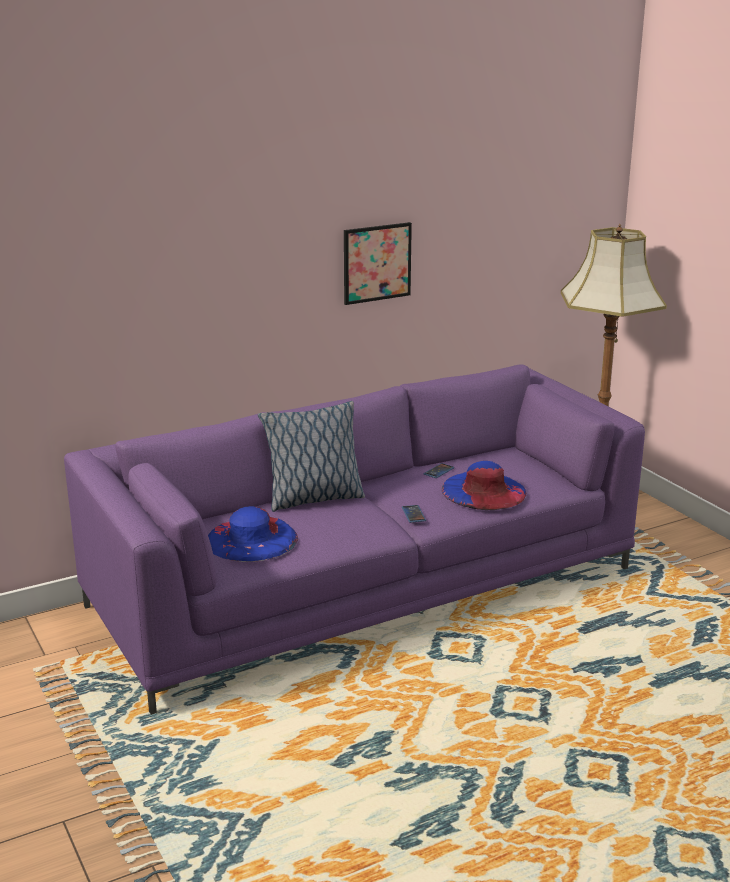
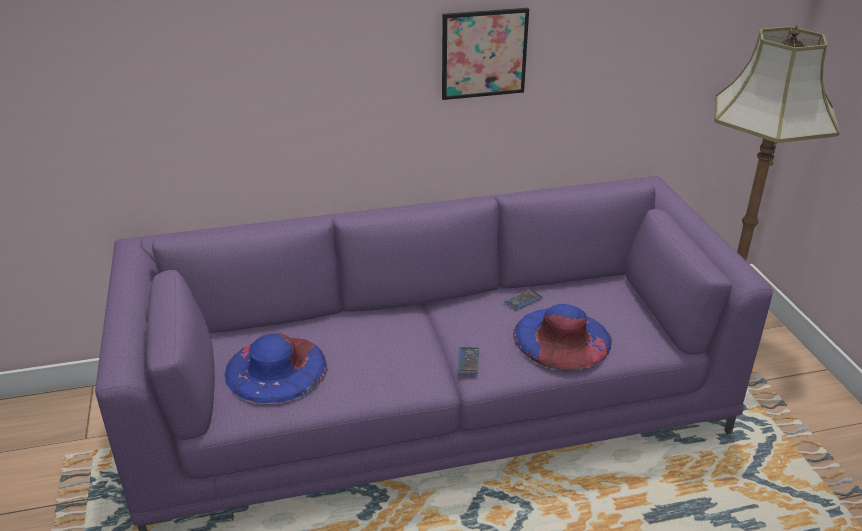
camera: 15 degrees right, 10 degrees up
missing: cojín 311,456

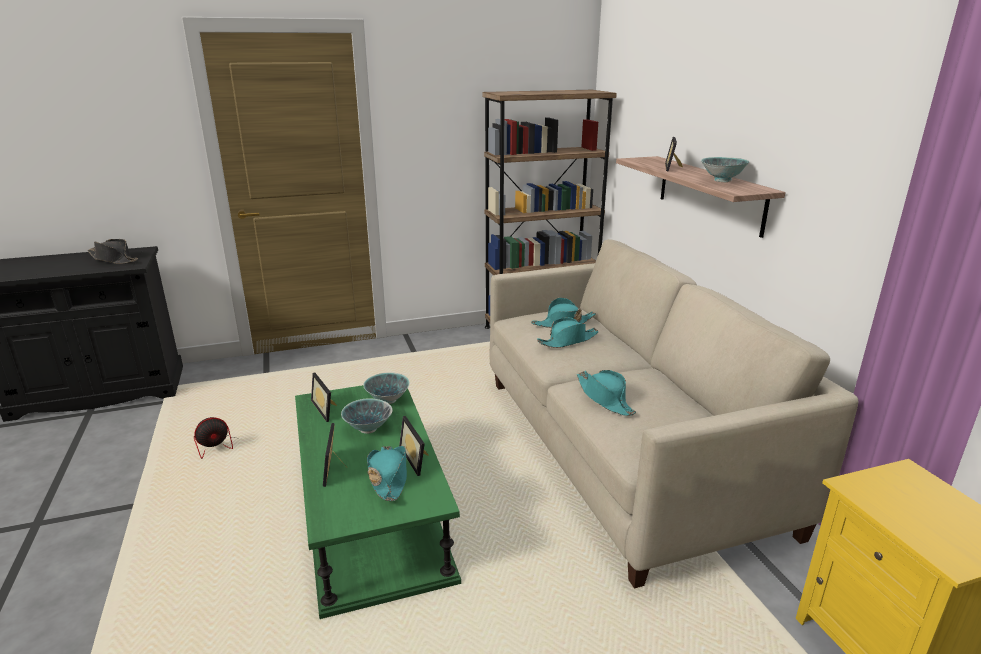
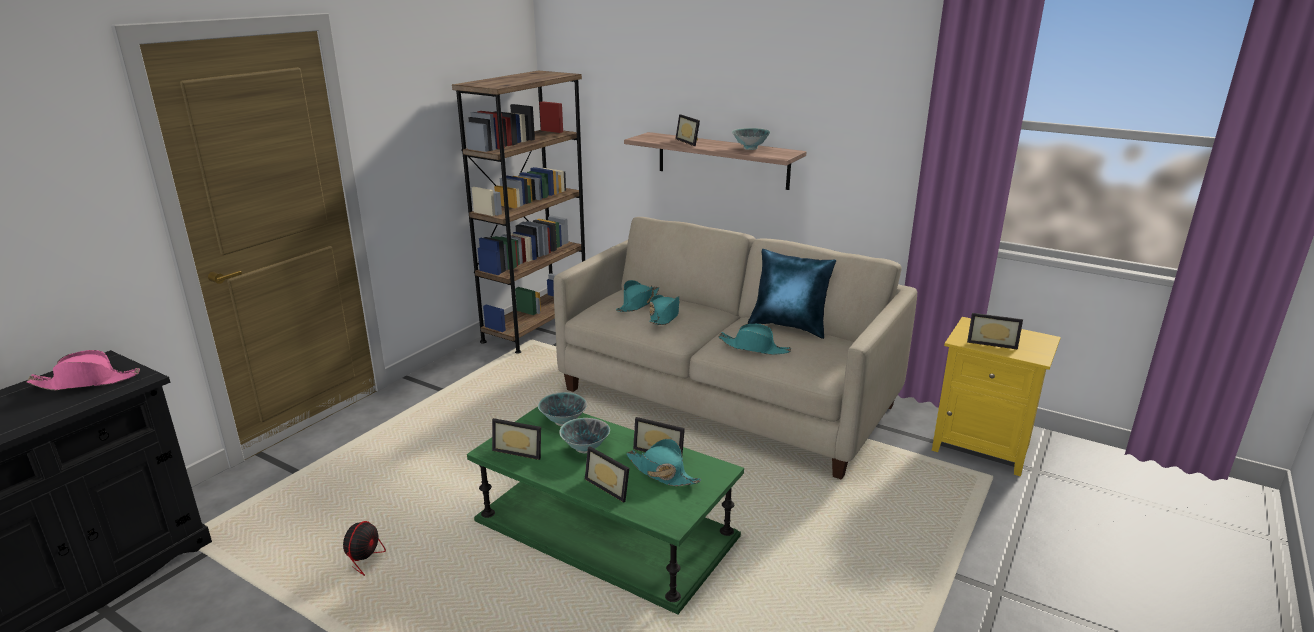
camera: 40 degrees left, 0 degrees up
appeared: cojín [azul] 792,294; portarretratos 995,331
colour: sombrero [negro] 112,251 to sombrero [rosa] 83,370

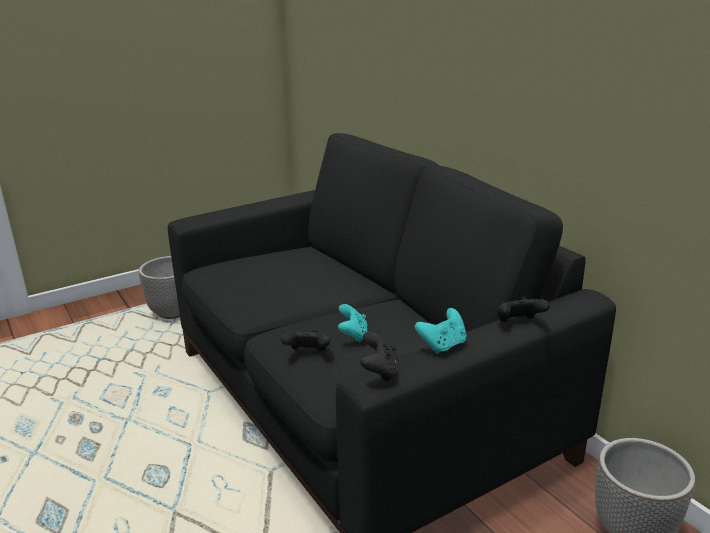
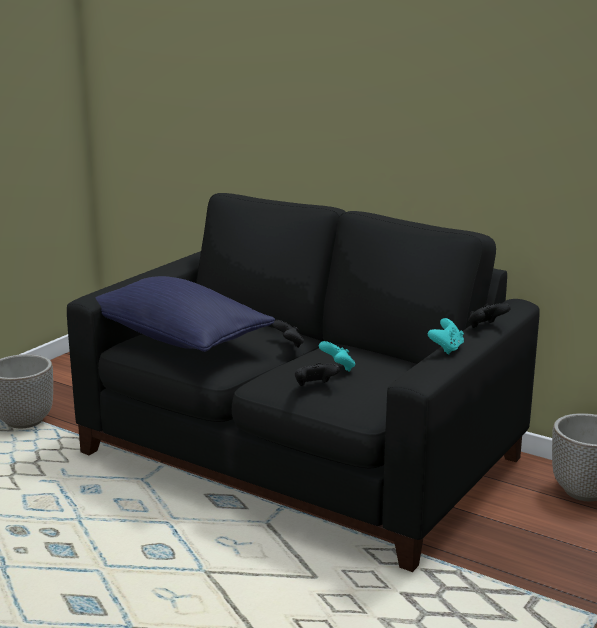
camera: 25 degrees left, 5 degrees down
appeared: cojín [azul] 185,314
relocated: mando de consola [negro] 379,357 to 288,334

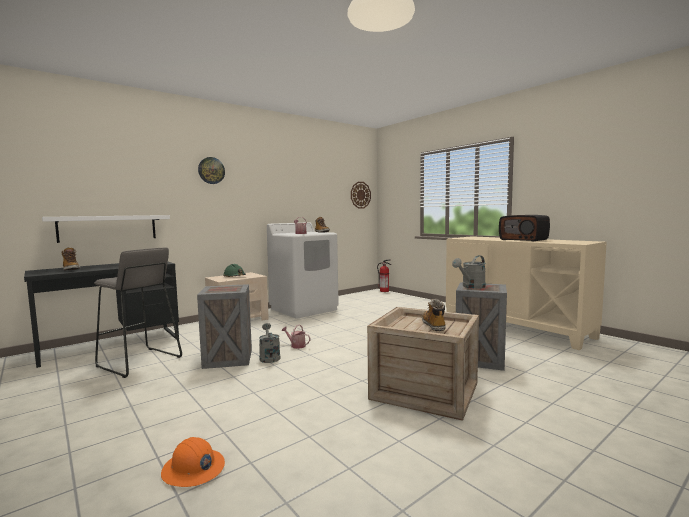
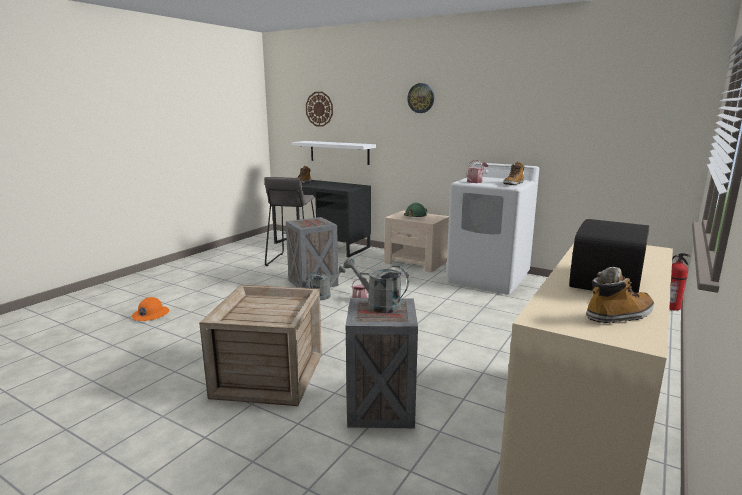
camera: 70 degrees right, 10 degrees up
relocated: reloj de pared 361,195 to 319,109; bota 434,315 to 620,295

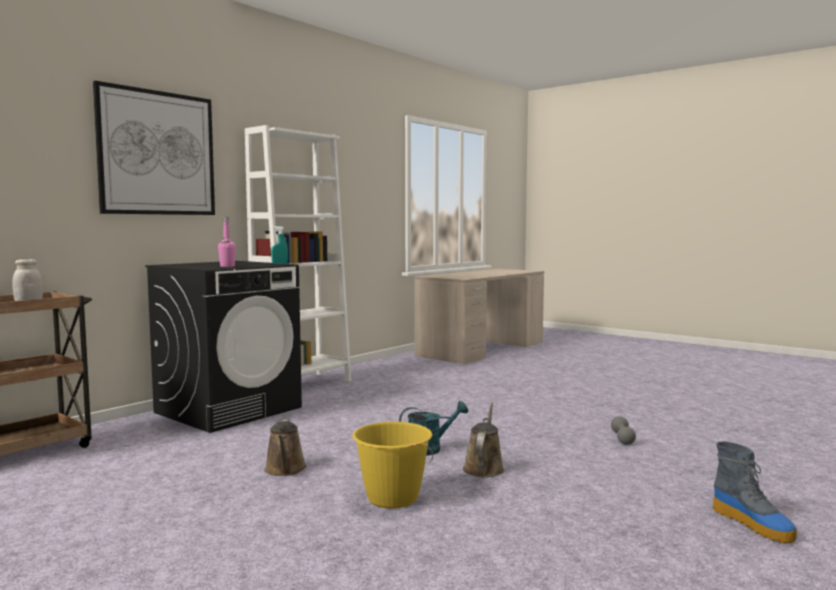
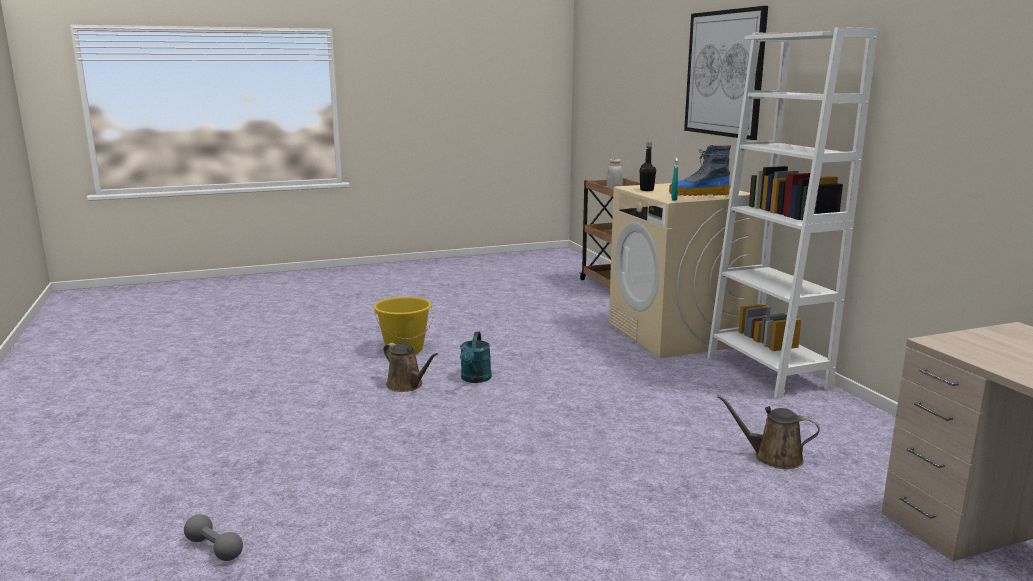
camera: 120 degrees right, 10 degrees up
relocated: regadera [marrón] 285,447 to 768,432; mancuerna [gris] 623,430 to 213,537; bota 755,492 to 700,170
colour: lavadora [negro] 223,347 to lavadora [beis] 685,270; botella [rosa] 227,242 to botella [negro] 648,166

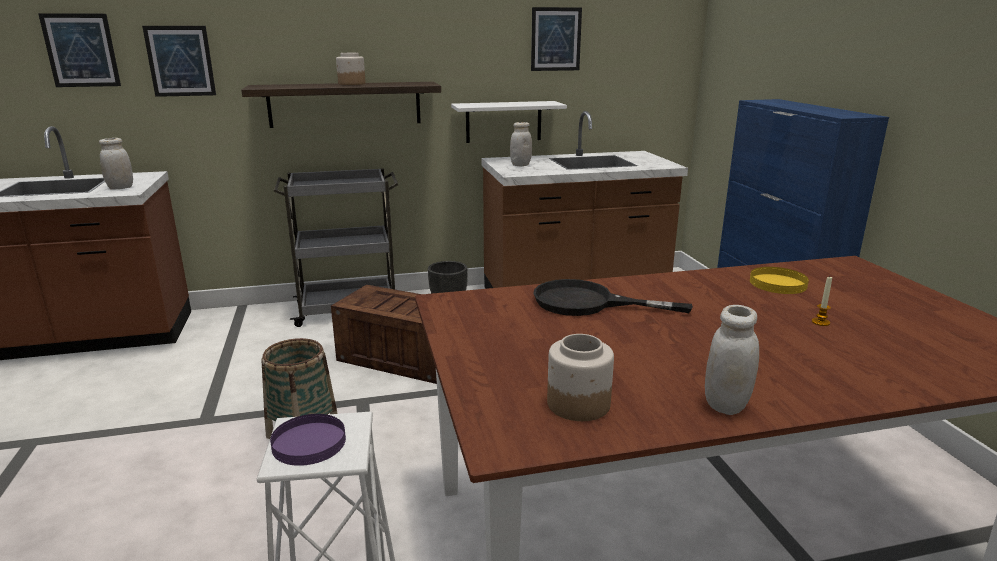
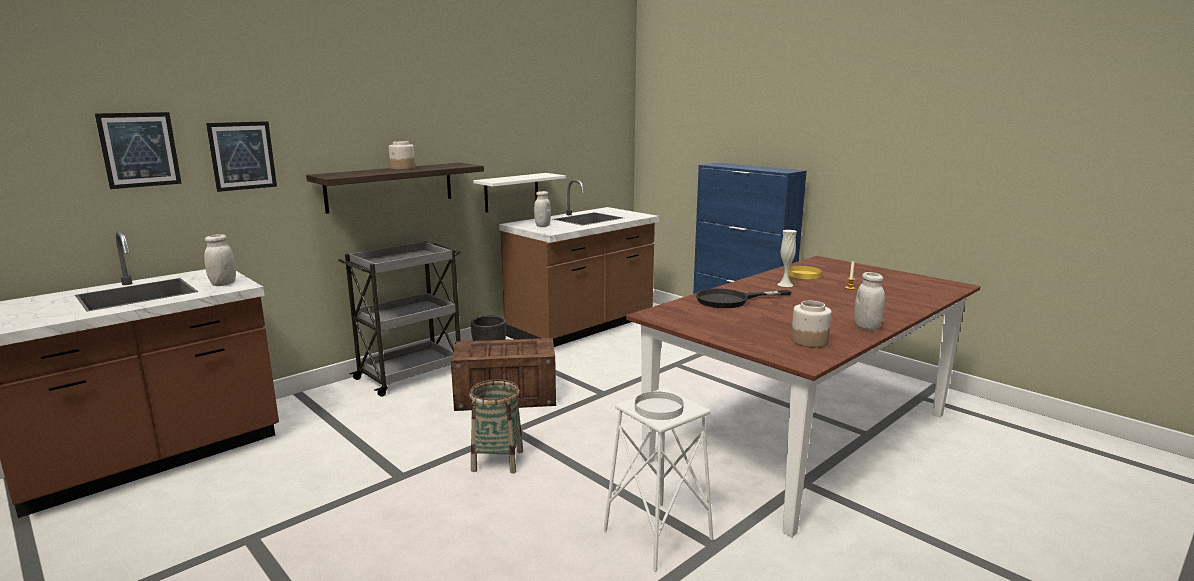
camera: 30 degrees left, 5 degrees down
missing: cuadro 556,39
appeared: florero [blanco] 787,258
colour: plato [morado] 308,440 to plato [blanco] 659,406

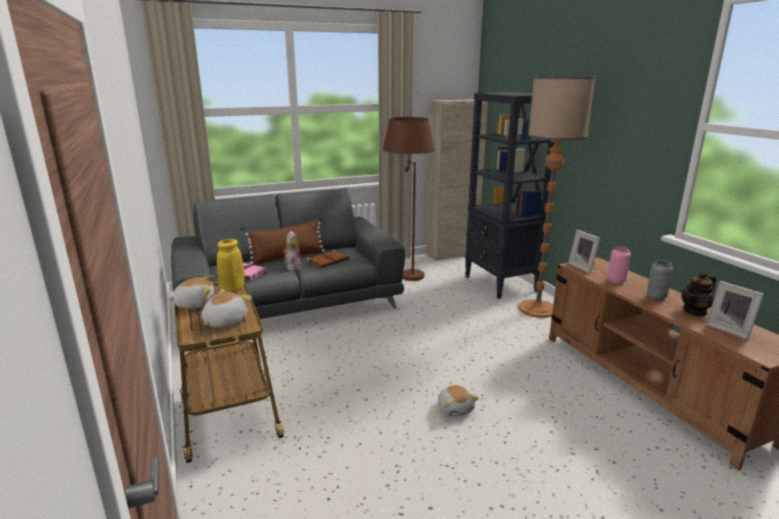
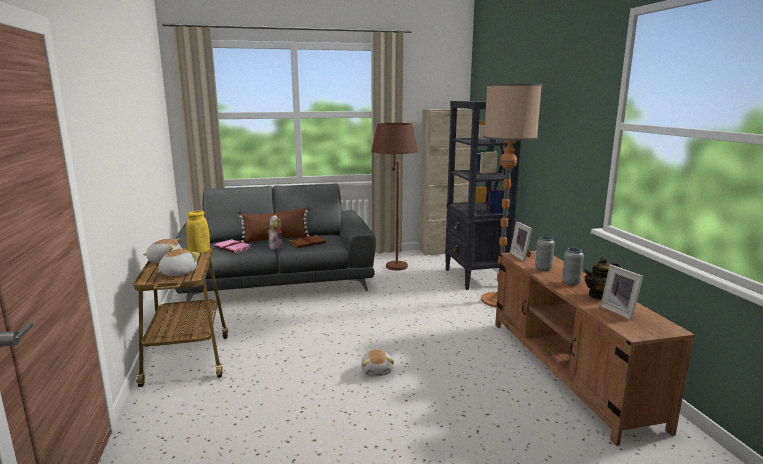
camera: 10 degrees right, 5 degrees down
colour: florero [rosa] 619,265 to florero [gris] 545,253

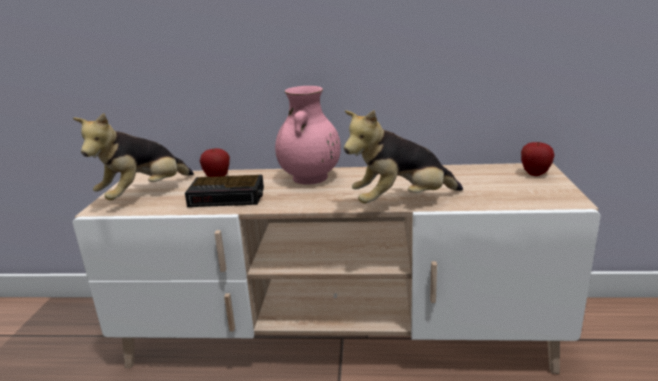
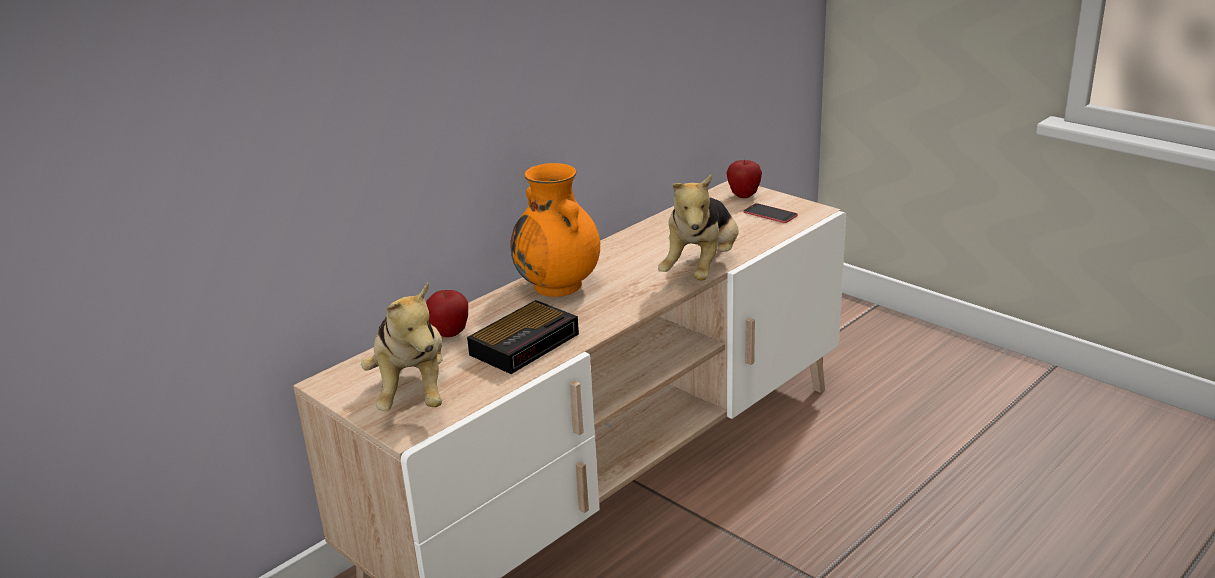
camera: 50 degrees left, 5 degrees up
appeared: móvil 770,213
colour: florero [rosa] 308,135 to florero [naranja] 555,230

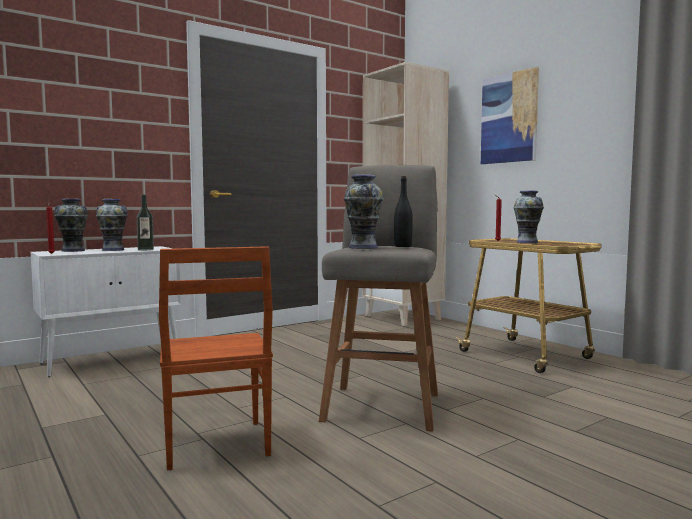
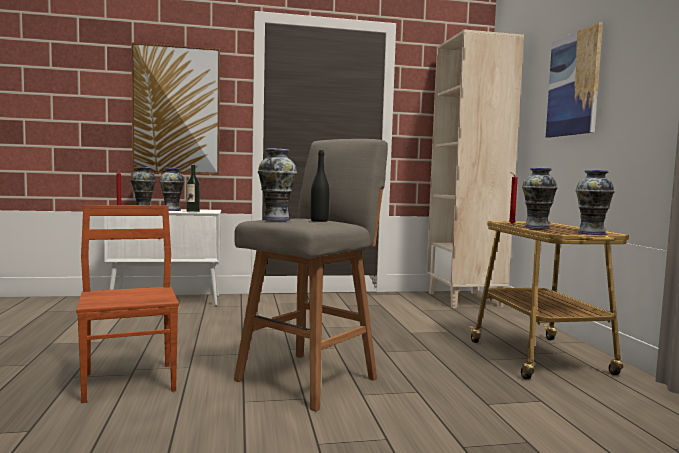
camera: 25 degrees right, 0 degrees up
appeared: cuadro 175,108; florero 595,202
spun: silla [marrón] 216,358 = 127,304 150 degrees clockwise

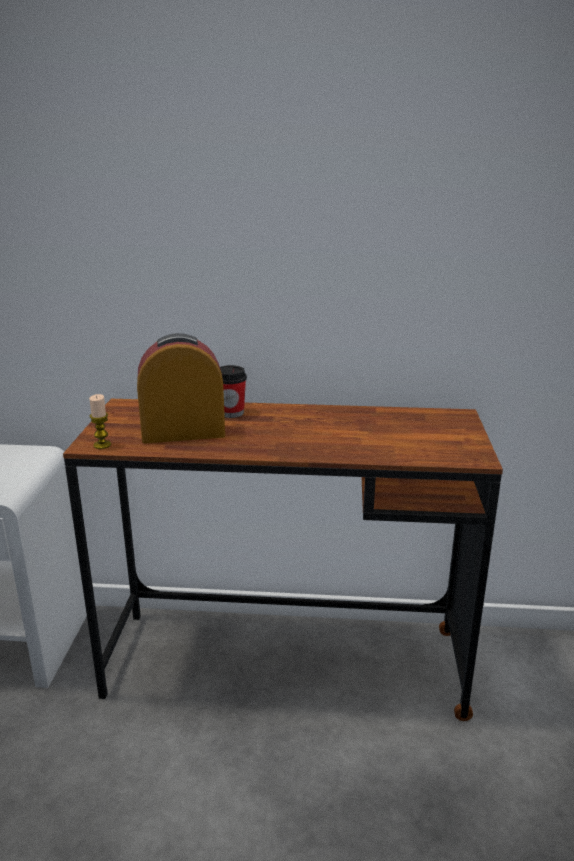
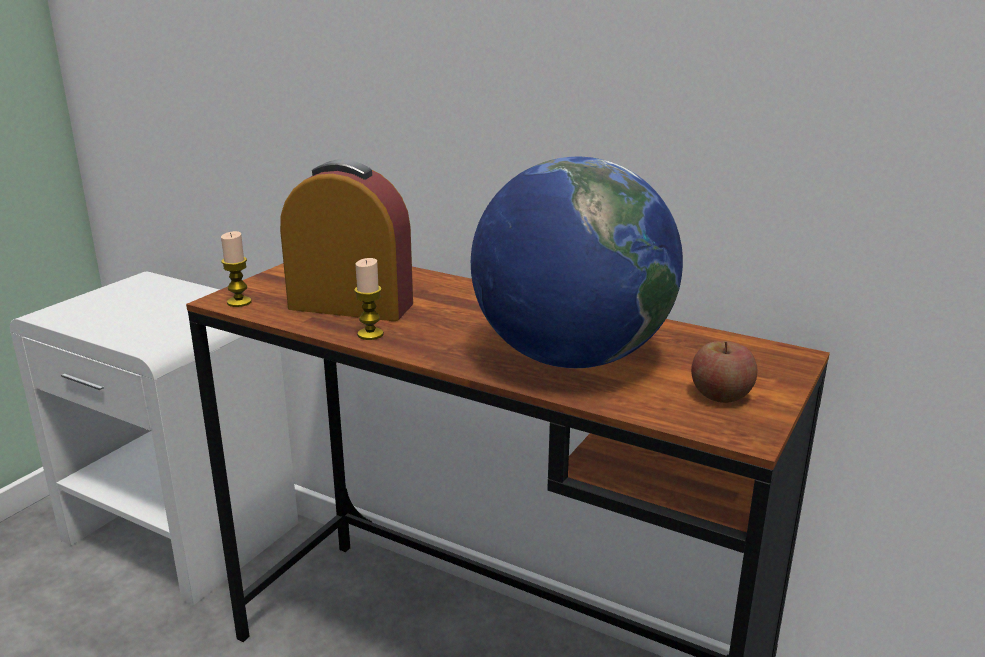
camera: 25 degrees right, 0 degrees up
missing: taza 233,391
appeared: vela 369,299; globo terráqueo 577,262; manzana 724,372

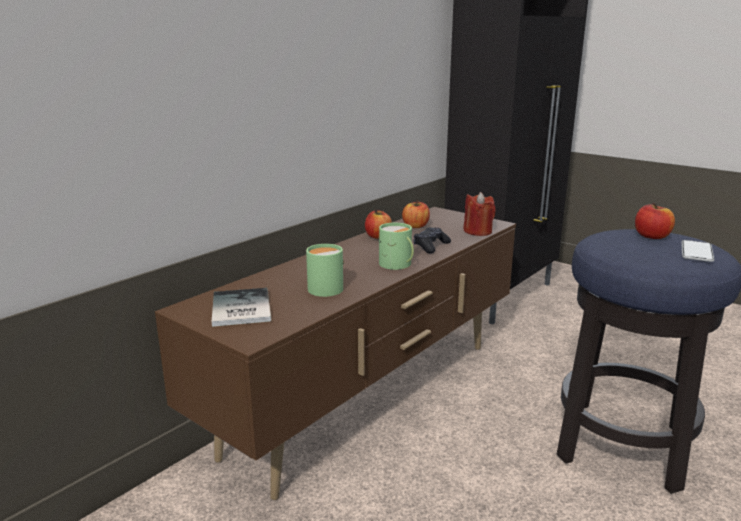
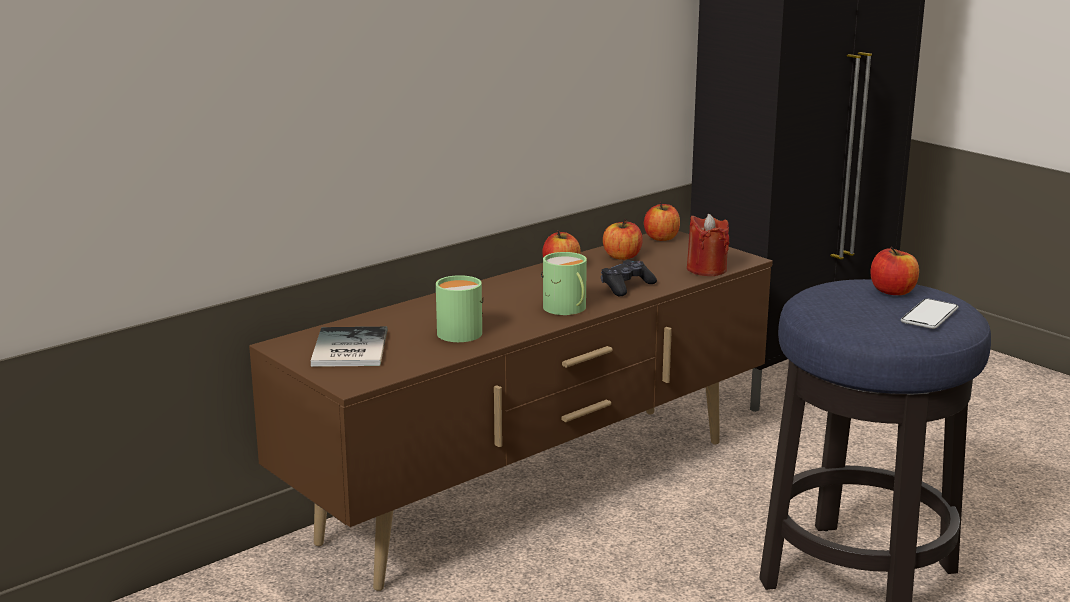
camera: 10 degrees right, 0 degrees up
appeared: manzana 662,221

